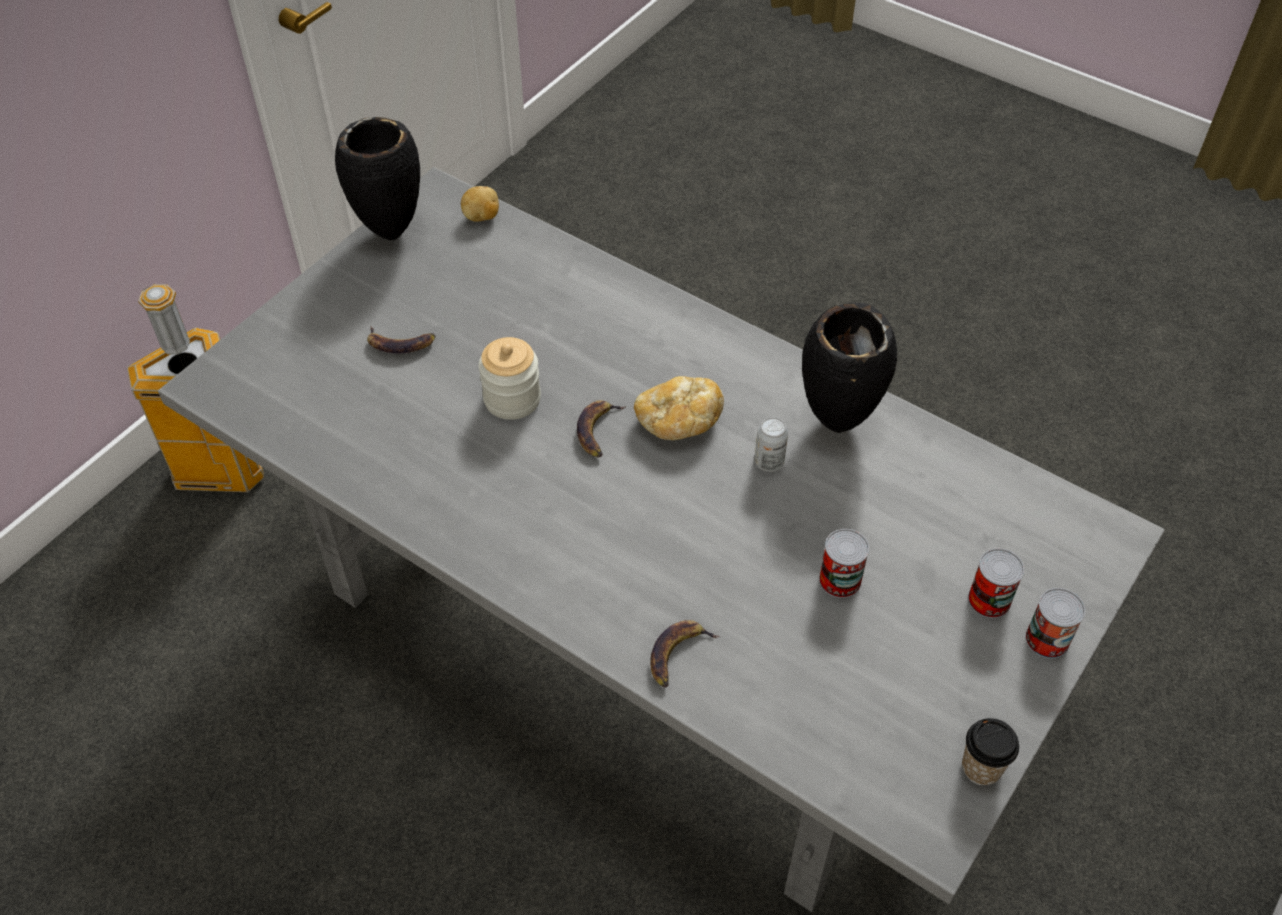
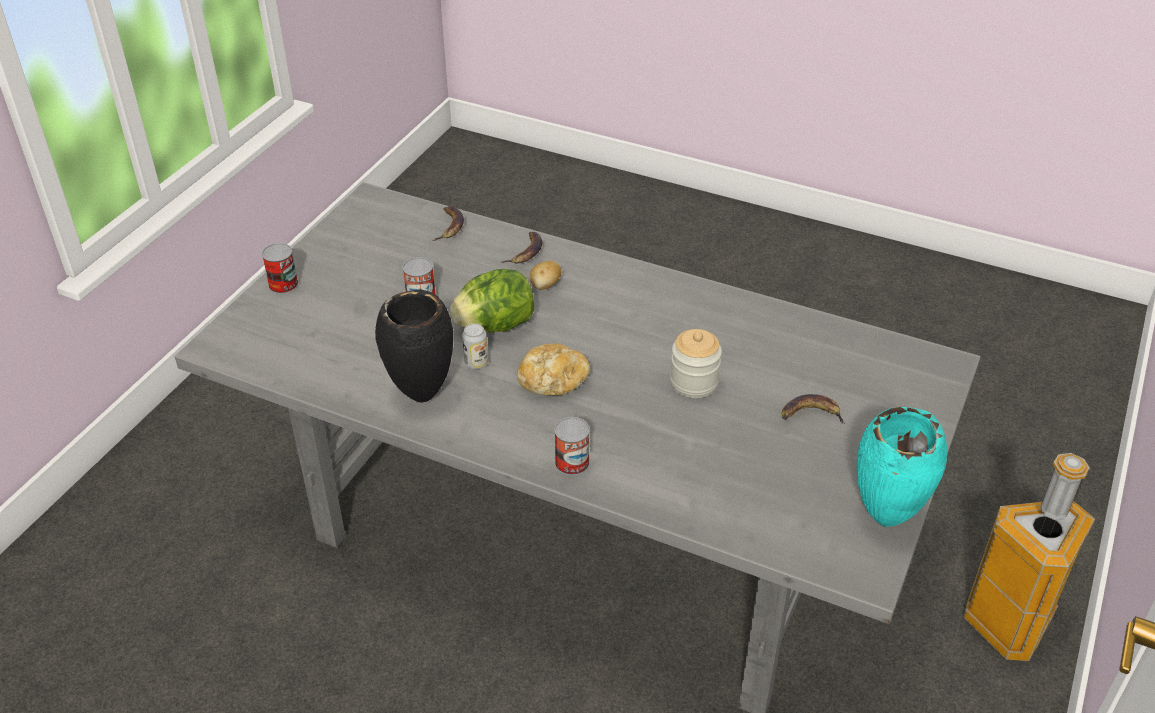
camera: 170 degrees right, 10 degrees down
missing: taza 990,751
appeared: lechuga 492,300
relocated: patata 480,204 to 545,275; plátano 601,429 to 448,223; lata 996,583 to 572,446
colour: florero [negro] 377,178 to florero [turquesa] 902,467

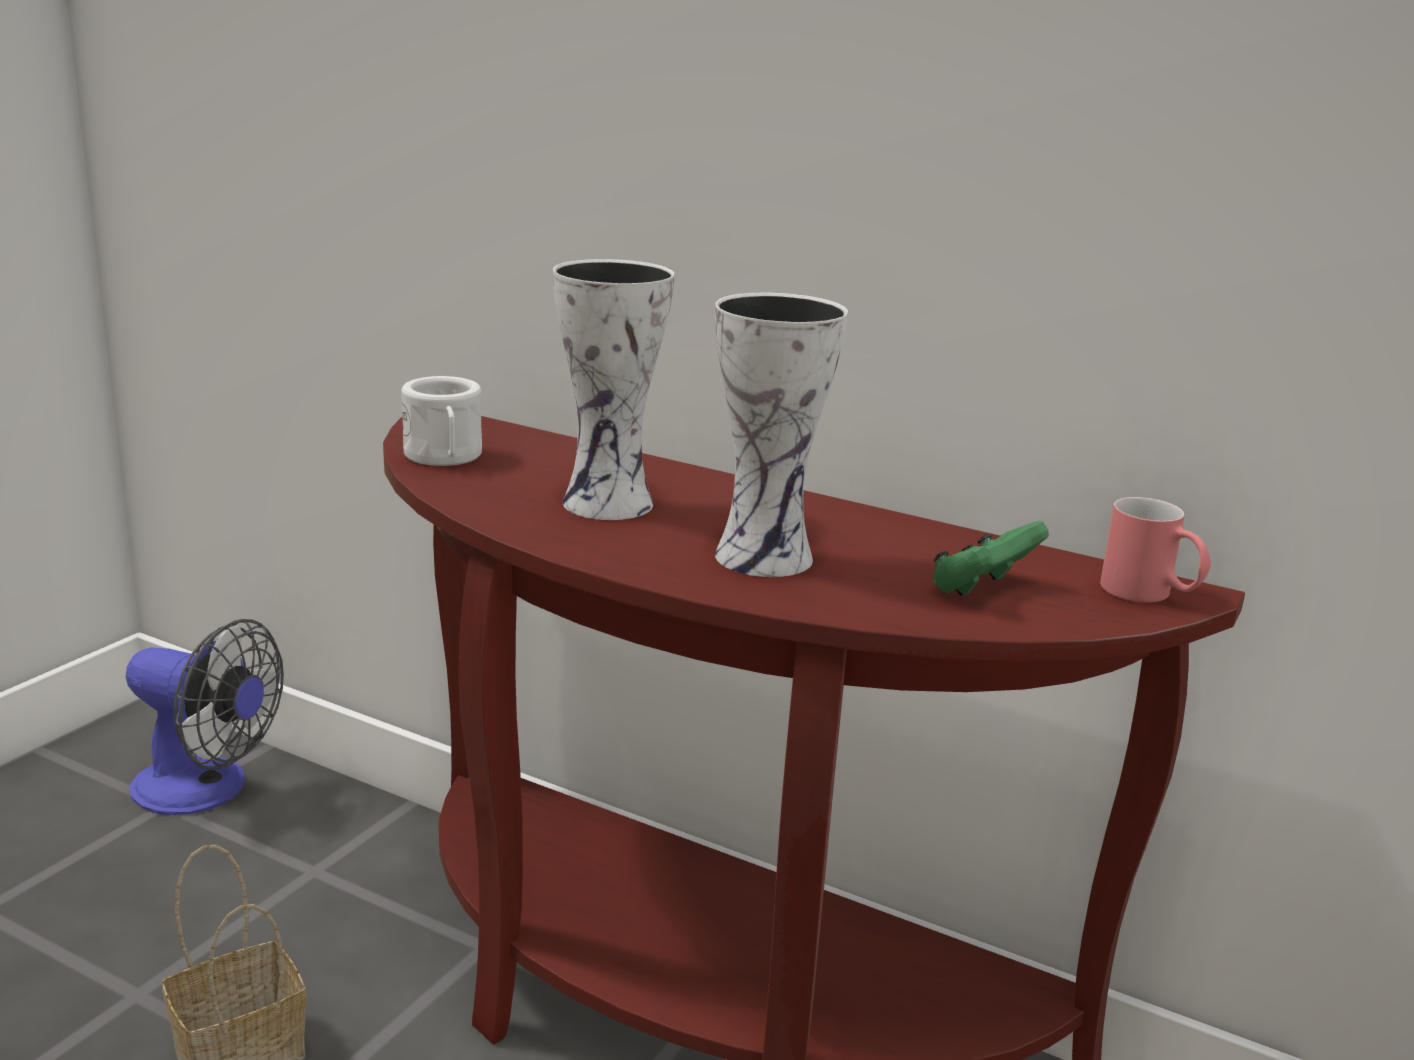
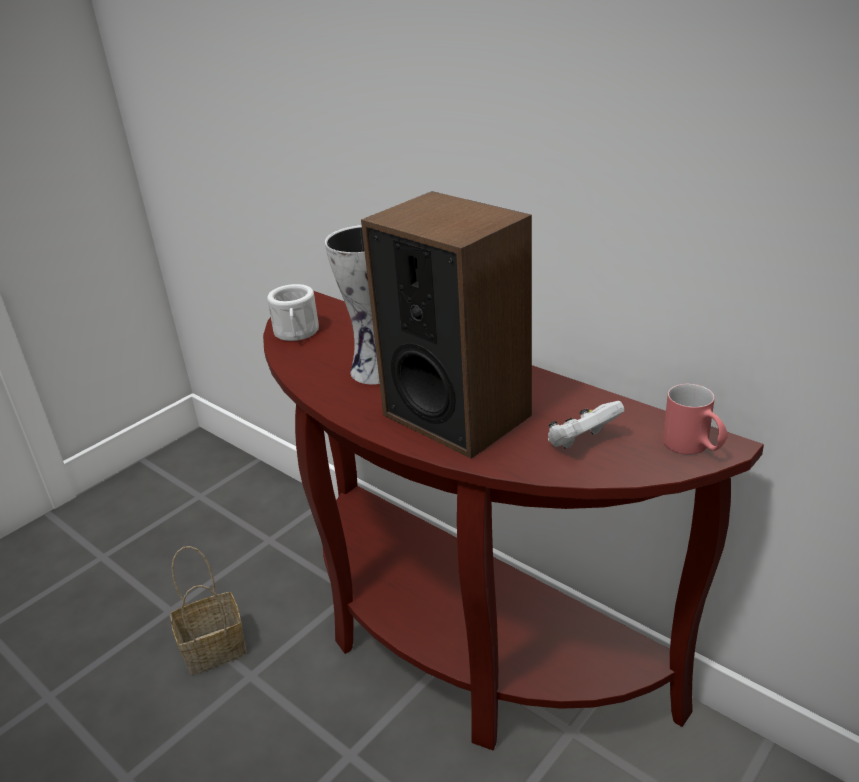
camera: 15 degrees right, 10 degrees up
missing: ventilador 204,717
exchanged: florero 781,435 to altavoz 446,325
colour: mando de consola [verde] 991,558 to mando de consola [blanco] 586,425

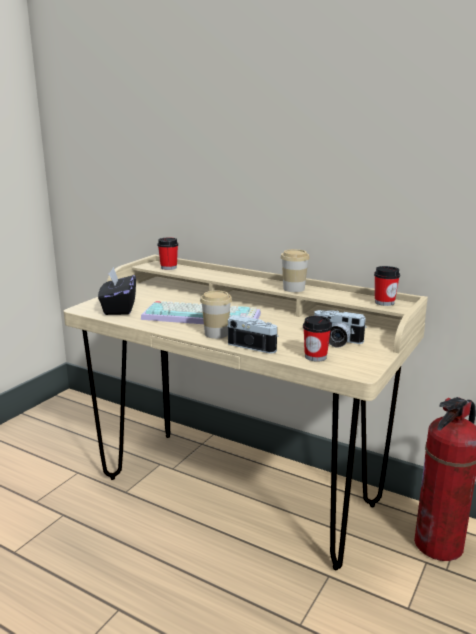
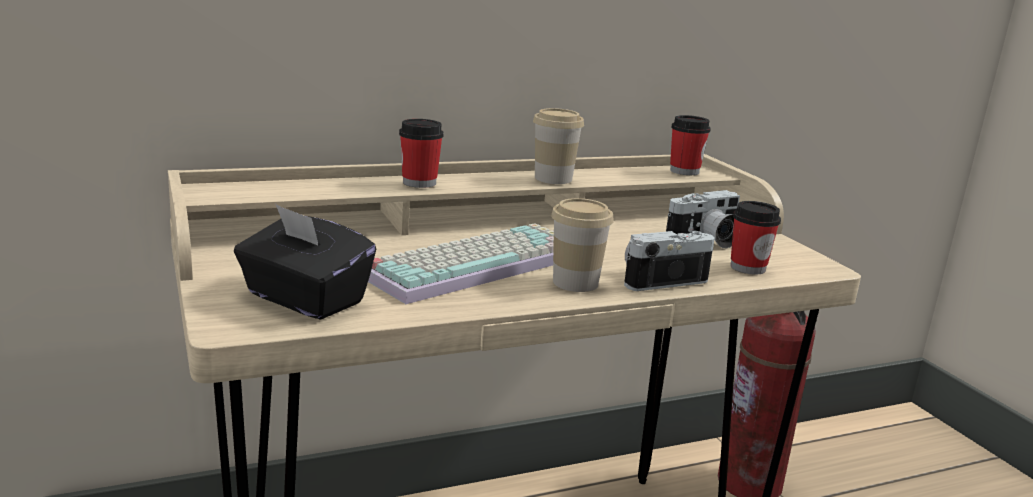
camera: 55 degrees left, 0 degrees up
relocated: taza 167,254 to 421,153

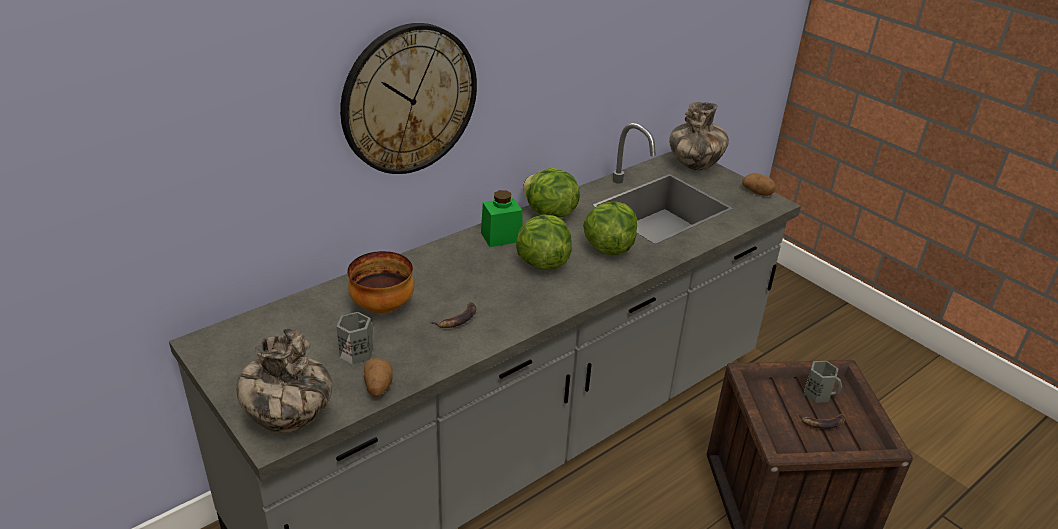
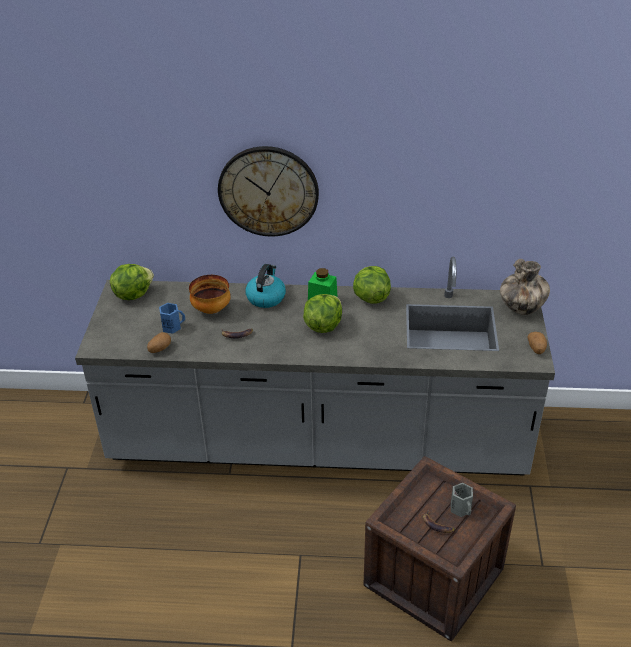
camera: 45 degrees right, 5 degrees up
missing: florero 284,380
appeared: hervidor 265,286
relocated: lechuga 610,228 to 132,282
colour: taza grande [gris] 355,338 to taza grande [azul] 172,318

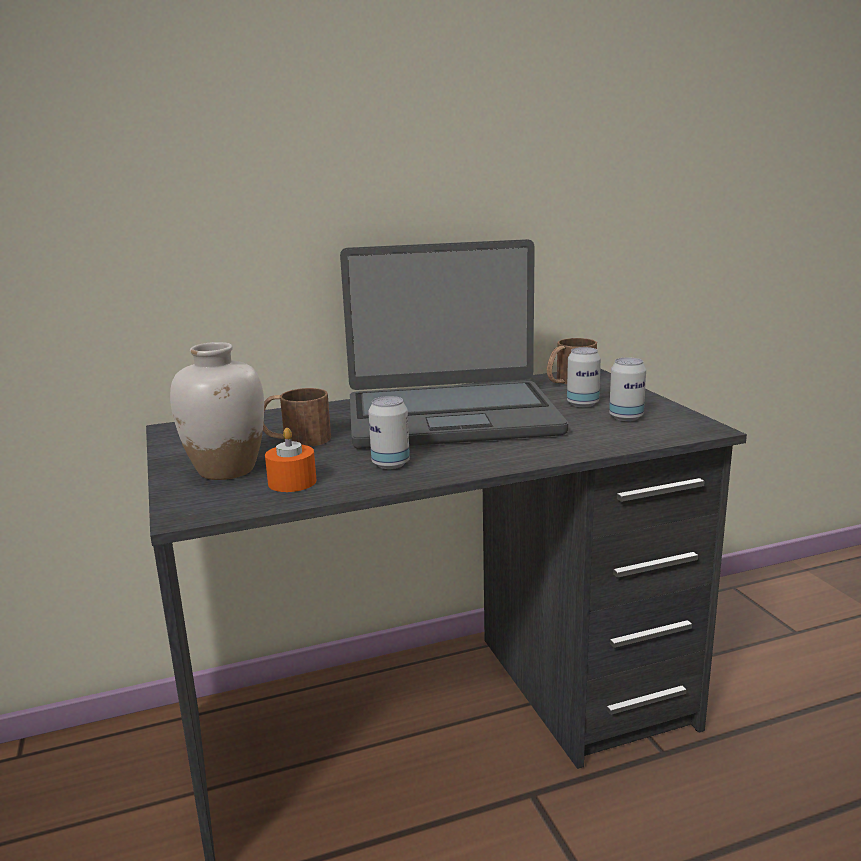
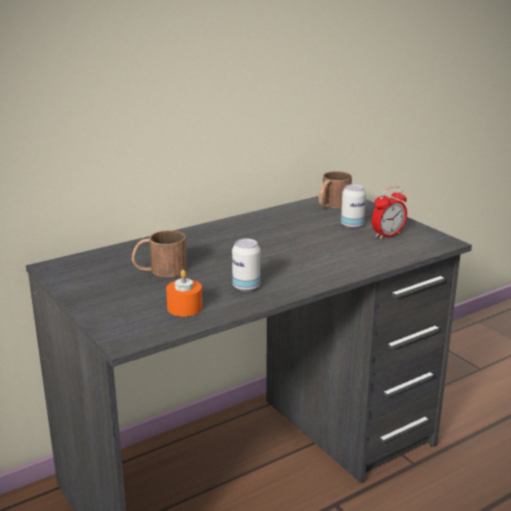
camera: 15 degrees left, 5 degrees up
missing: florero [blanco] 217,411; portátil 454,344
exchanged: lata 627,389 to despertador 389,213

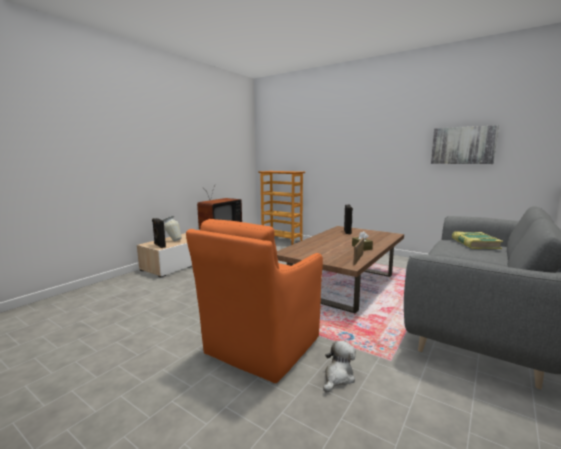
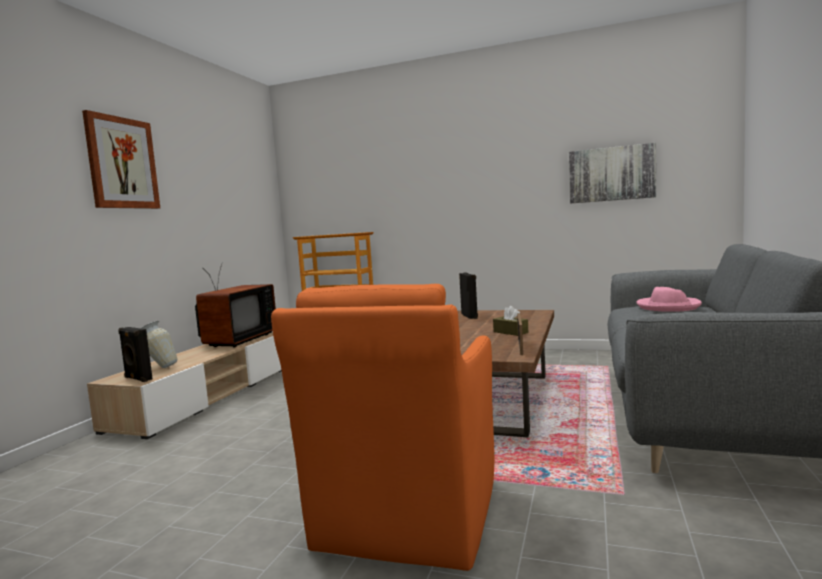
camera: 15 degrees left, 5 degrees down
missing: peluche 339,366
appeared: cuadro 121,159
exchanged: libro 477,240 to sombrero [rosa] 669,299

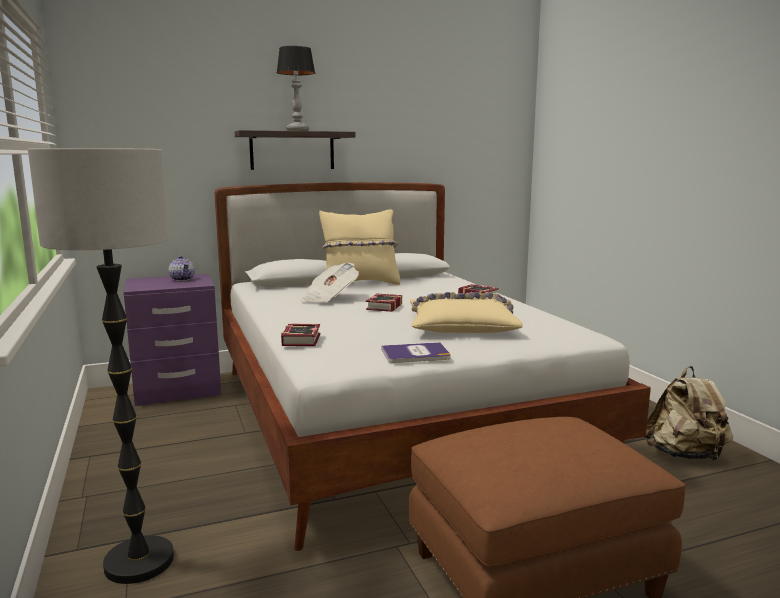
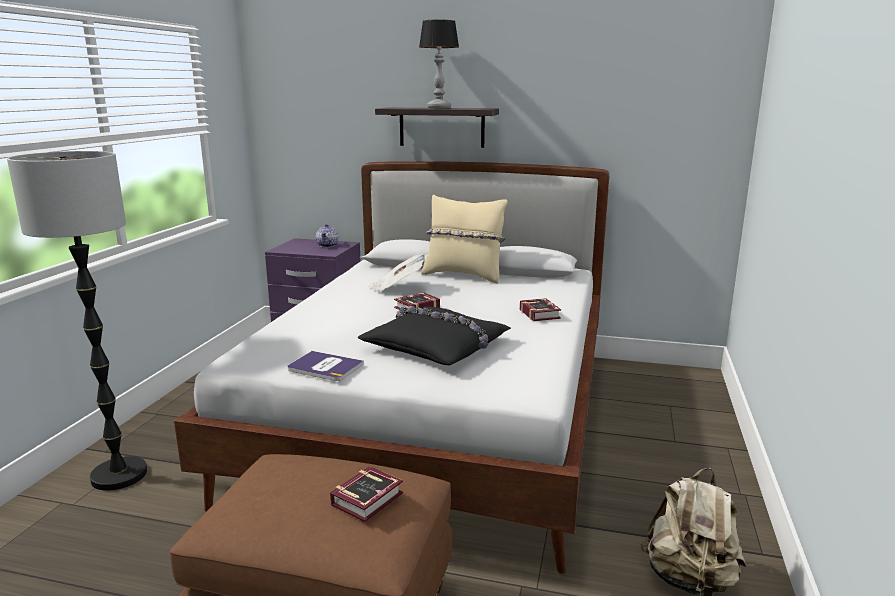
camera: 35 degrees right, 5 degrees up
relocated: libro 300,335 to 366,494
colour: cojín [beis] 466,312 to cojín [negro] 434,335

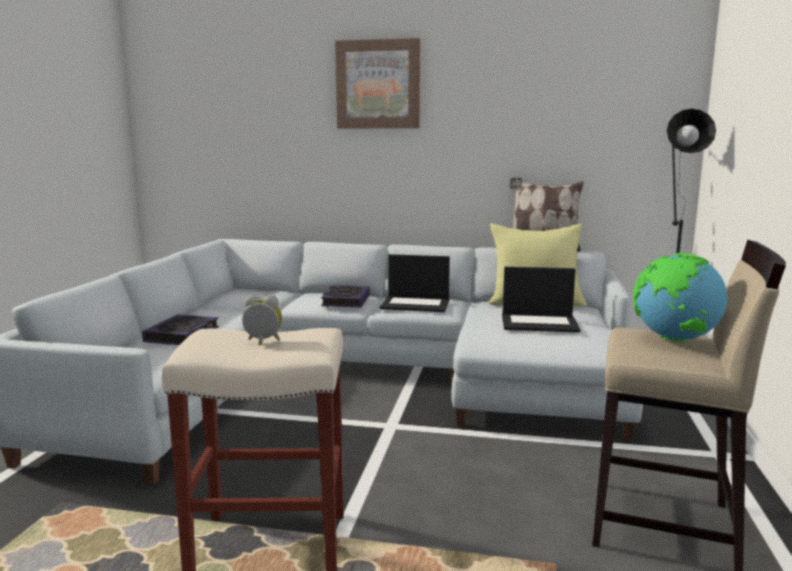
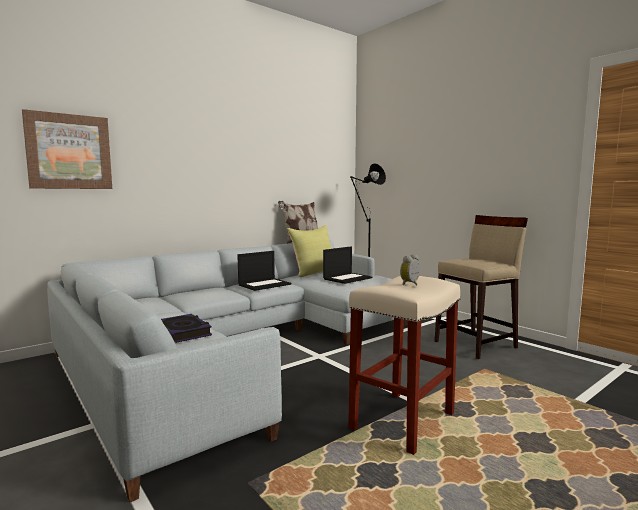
camera: 50 degrees left, 5 degrees down
missing: libro 345,296; globo terráqueo 680,297
relocated: cuadro 377,83 to 67,149

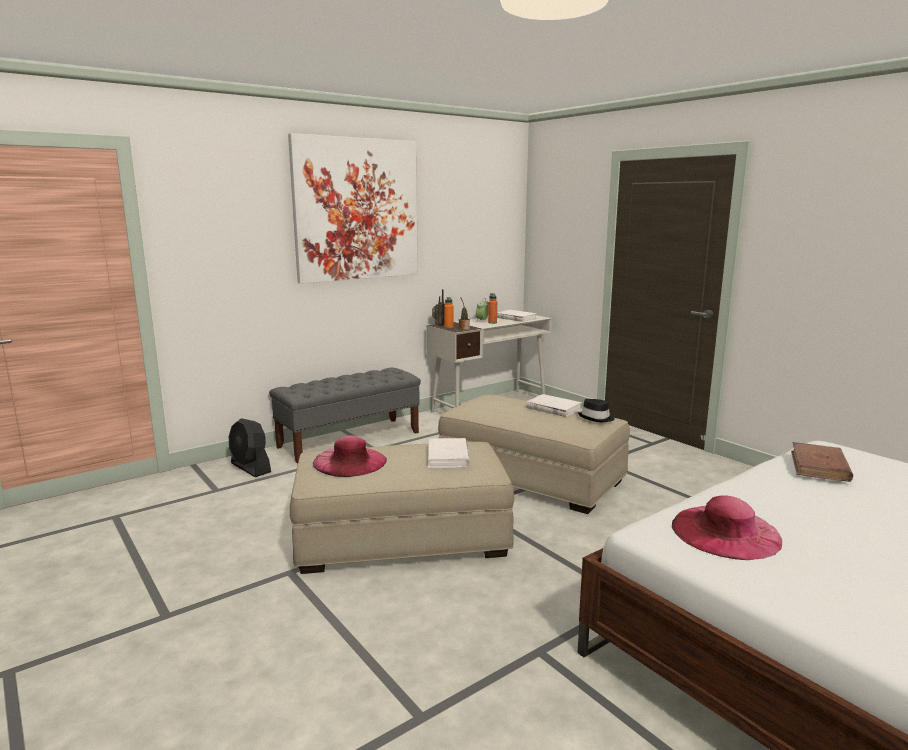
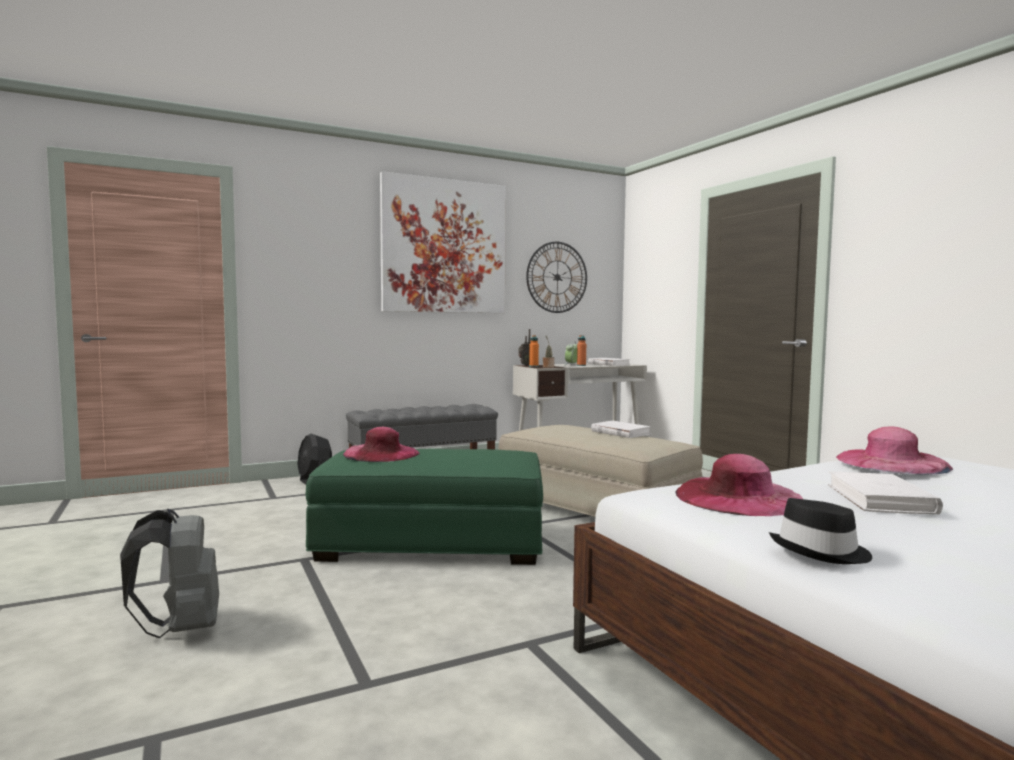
camera: 10 degrees right, 10 degrees down
appeared: mochila [gris] 169,573; reloj de pared 556,277
relocated: libro [blanco] 449,453 to 885,493; sombrero [negro] 596,410 to 820,531
exchanged: libro [marrón] 822,462 to sombrero [rosa] 894,450
colour: puf [beis] 402,508 to puf [verde] 424,507

